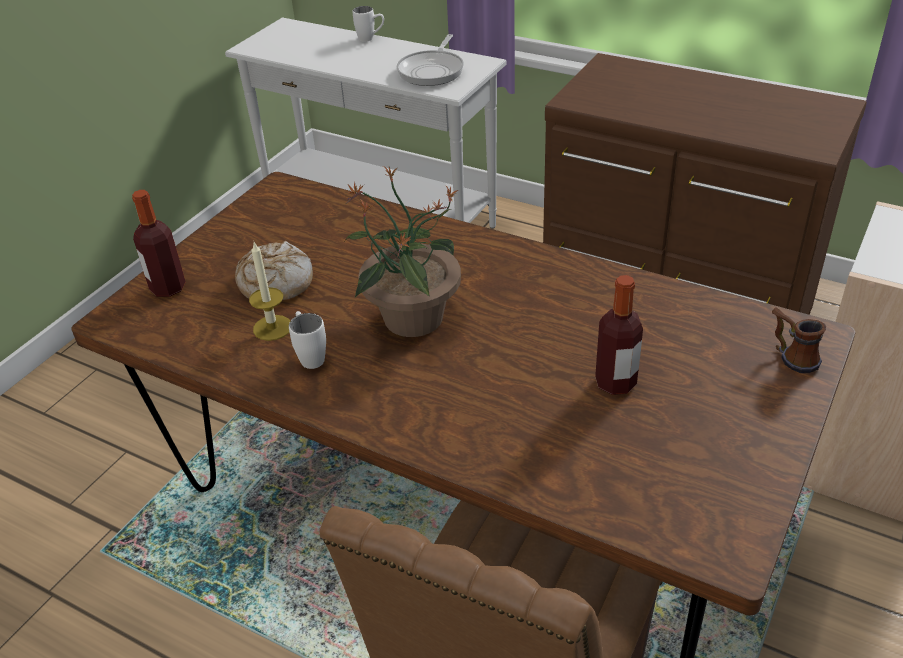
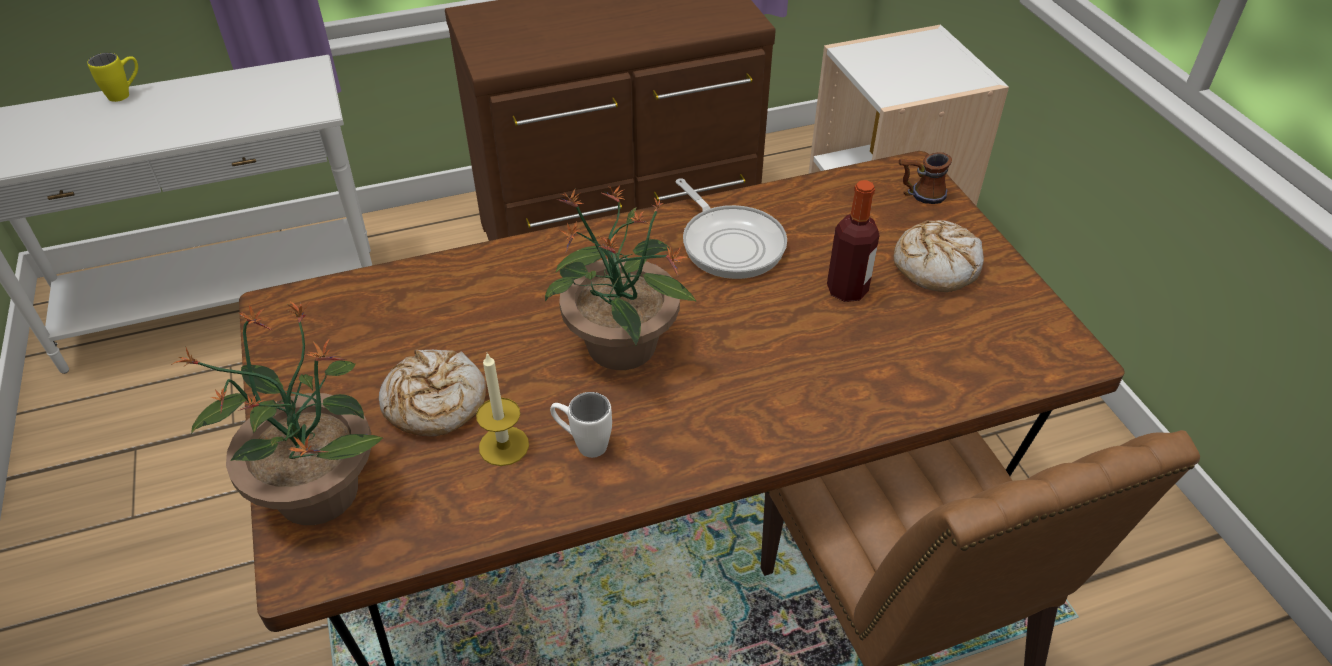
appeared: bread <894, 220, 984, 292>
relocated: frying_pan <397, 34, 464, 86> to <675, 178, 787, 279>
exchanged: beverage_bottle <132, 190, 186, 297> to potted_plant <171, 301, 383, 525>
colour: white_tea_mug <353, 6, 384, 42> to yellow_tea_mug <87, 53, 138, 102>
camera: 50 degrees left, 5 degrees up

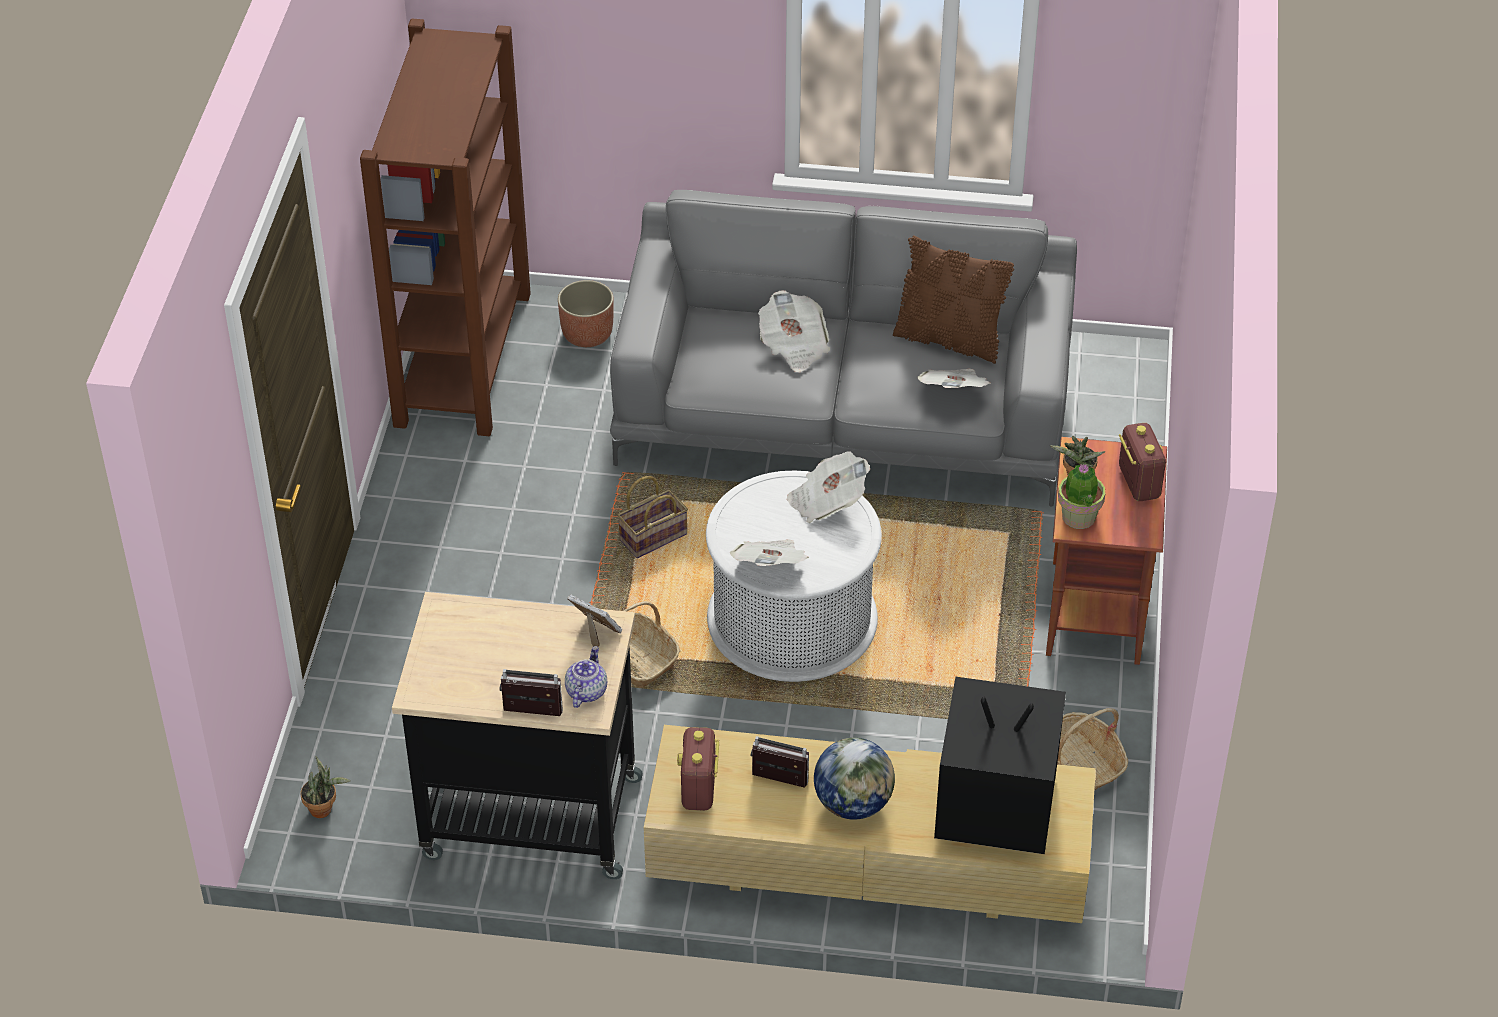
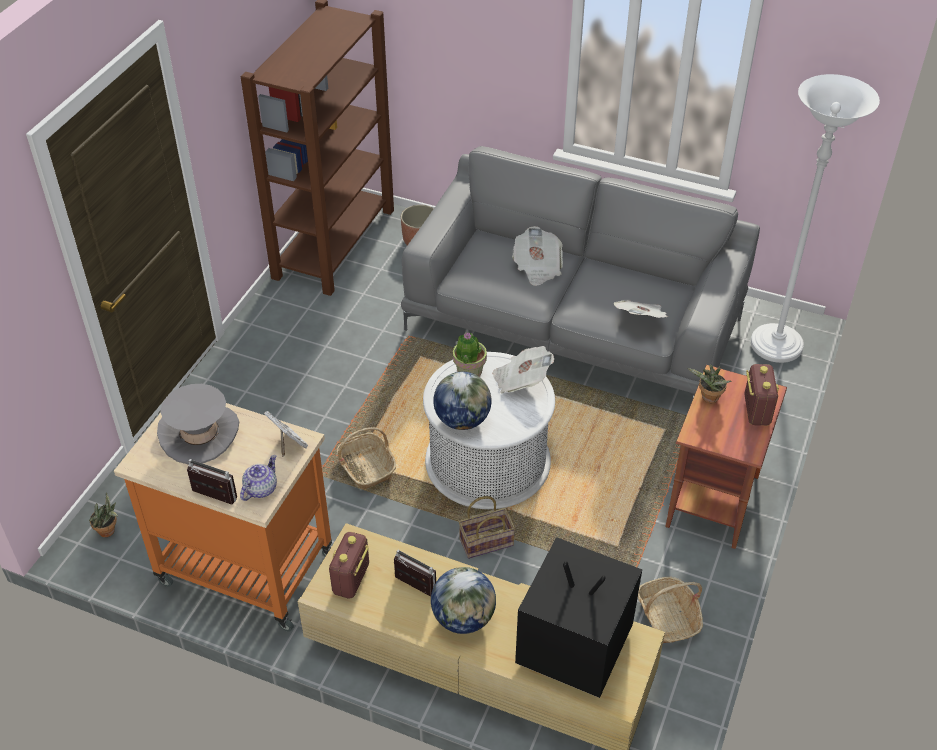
missing: brownish_cushion <893, 235, 1014, 364>
appeared: greyish_clothing_hat <157, 384, 239, 465>; white_floor_lamp <751, 74, 880, 363>
relocated: potted_plant <1058, 463, 1105, 529> to <453, 332, 487, 377>; storage_basket <617, 476, 688, 558> to <459, 496, 515, 559>
exchanged: newspaper <730, 539, 809, 566> to globe <433, 372, 492, 430>
colour: black_wheeled_cart <392, 592, 643, 879> to orange-coloured_wheeled_cart <114, 403, 332, 632>
camera: 15 degrees right, 0 degrees up

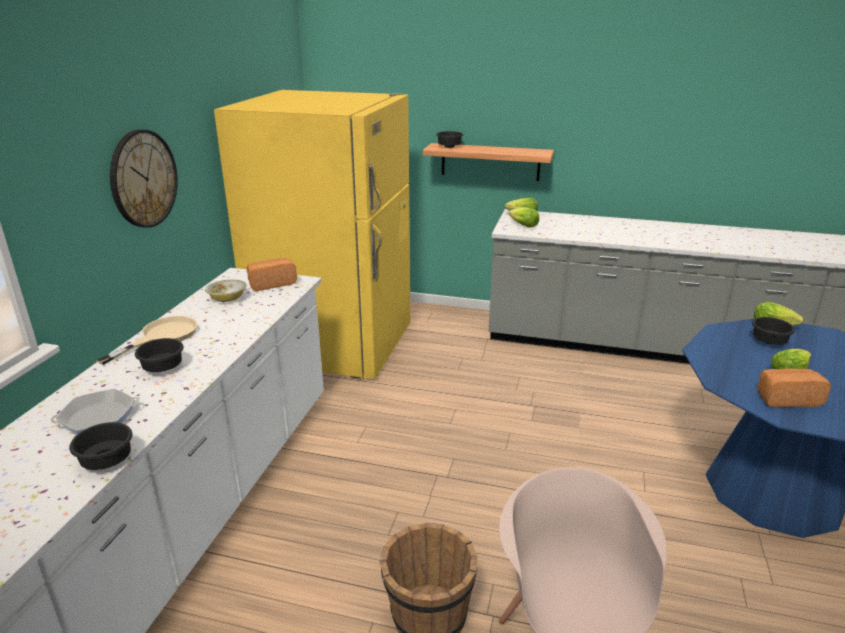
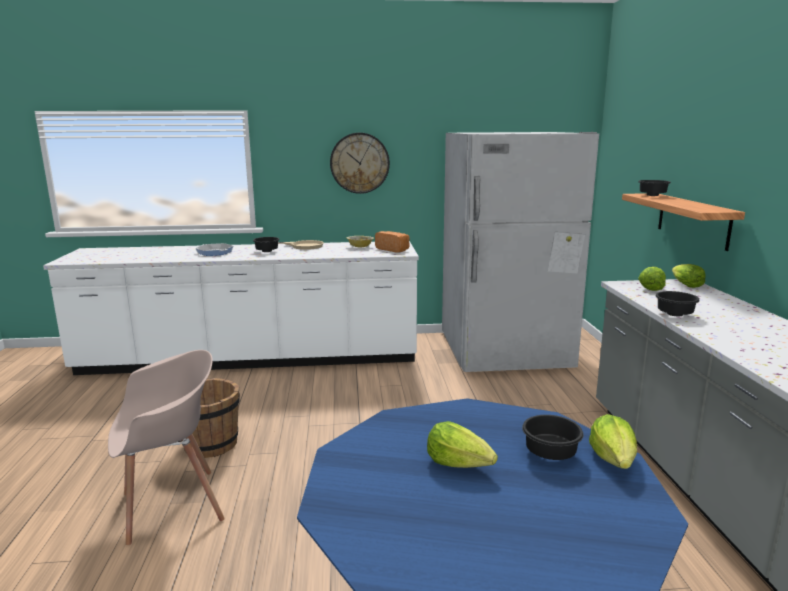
missing: bread <757, 368, 831, 407>
relocated: black_deep_dish <69, 422, 133, 470> to <656, 291, 700, 316>
colour: yellow_refrigerator <214, 90, 410, 379> to white_refrigerator <442, 132, 599, 372>
camera: 70 degrees right, 10 degrees down

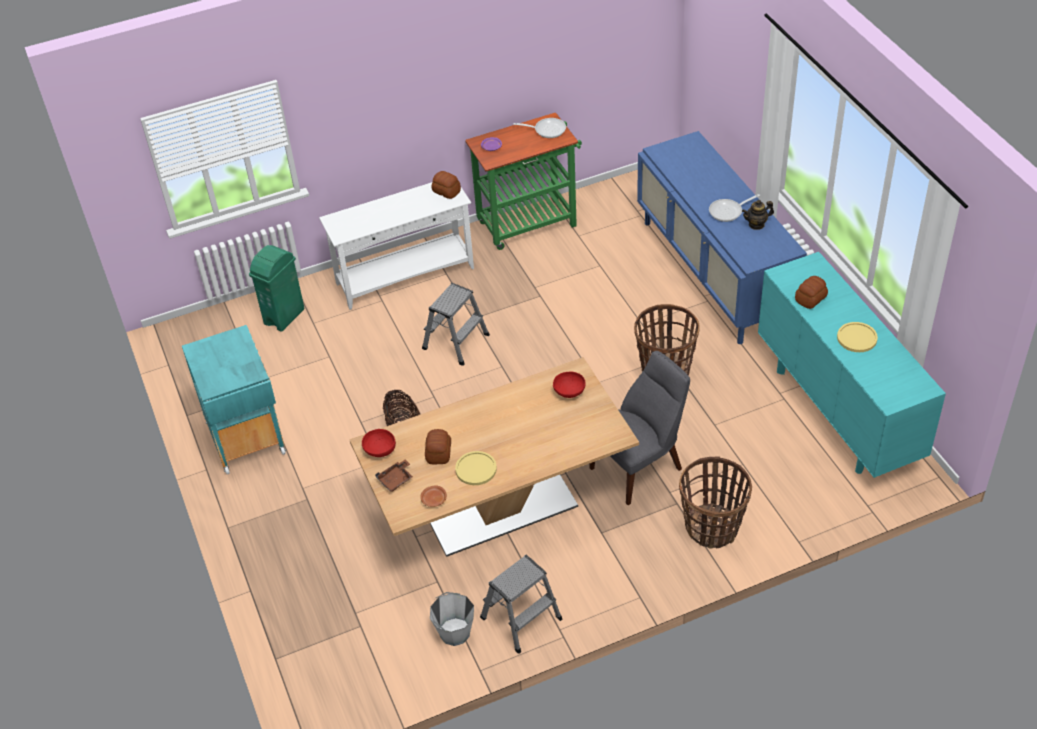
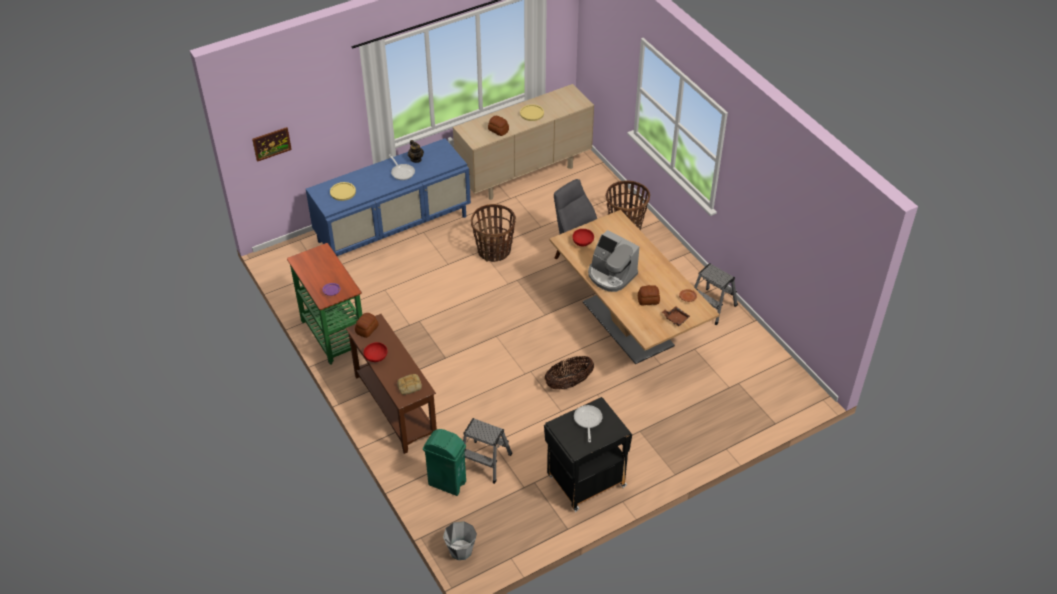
appeared: wall_picture <252, 127, 292, 162>; bread <397, 374, 422, 395>; coffee_maker <588, 230, 639, 292>
relocated: yellow_flat_dish <455, 451, 497, 485> to <330, 182, 356, 201>; reddish_deep_dish <362, 429, 396, 457> to <363, 342, 387, 362>; greyish_pail <430, 592, 474, 646> to <443, 521, 477, 560>; greyish_step_ladder <422, 283, 490, 366> to <463, 418, 512, 484>; frying_pan <513, 118, 566, 138> to <574, 405, 603, 442>
colour: white_hall_table <319, 182, 474, 310> to brownish_hall_table <346, 314, 437, 454>; turquoise_dresser <758, 252, 946, 478> to sand-coloured_dresser <453, 84, 594, 200>; turquoise_wheeled_cart <182, 325, 286, 475> to black_wheeled_cart <544, 397, 632, 512>
camera: 100 degrees left, 0 degrees up

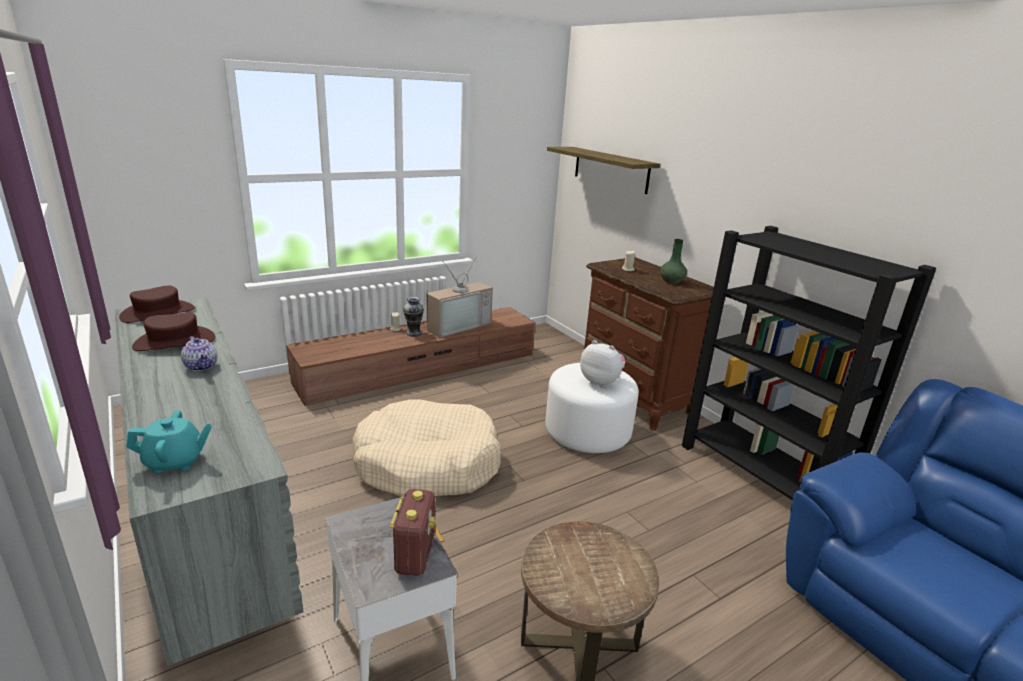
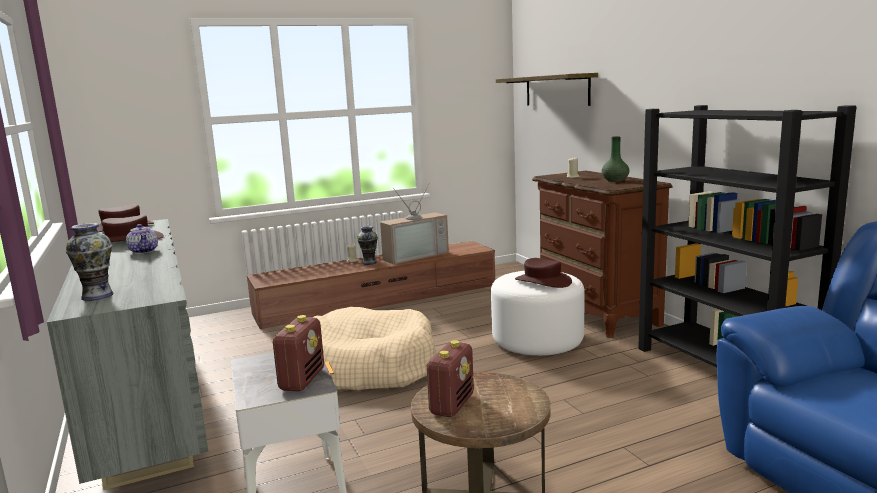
appeared: radio_set <425, 340, 474, 417>
exchanged: turquoise_tea_pot <127, 410, 212, 473> to vase <66, 223, 114, 301>; cuddly_toy <580, 340, 626, 388> to brownish_clothing_hat <515, 258, 572, 288>
camera: 10 degrees right, 10 degrees down

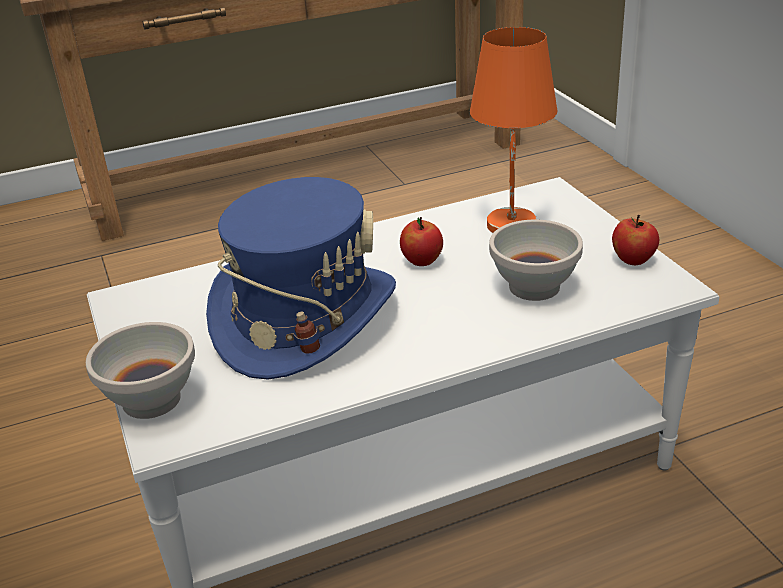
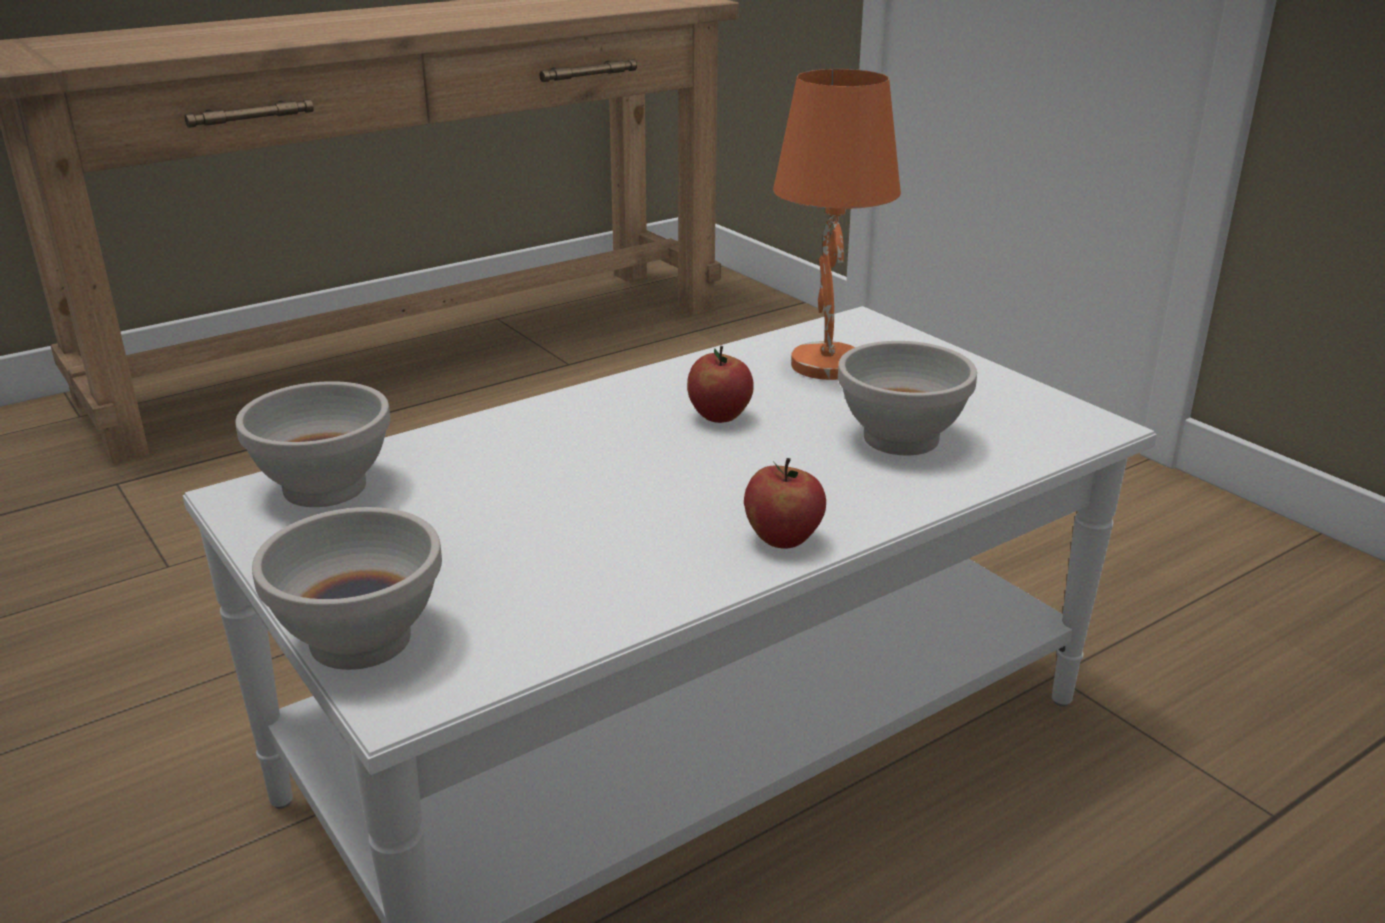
missing: blue-coloured_clothing_hat <206, 177, 396, 380>
appeared: white_deep_dish <235, 381, 391, 507>
relocated: apple <612, 215, 659, 265> to <744, 458, 826, 549>
camera: 15 degrees left, 5 degrees down

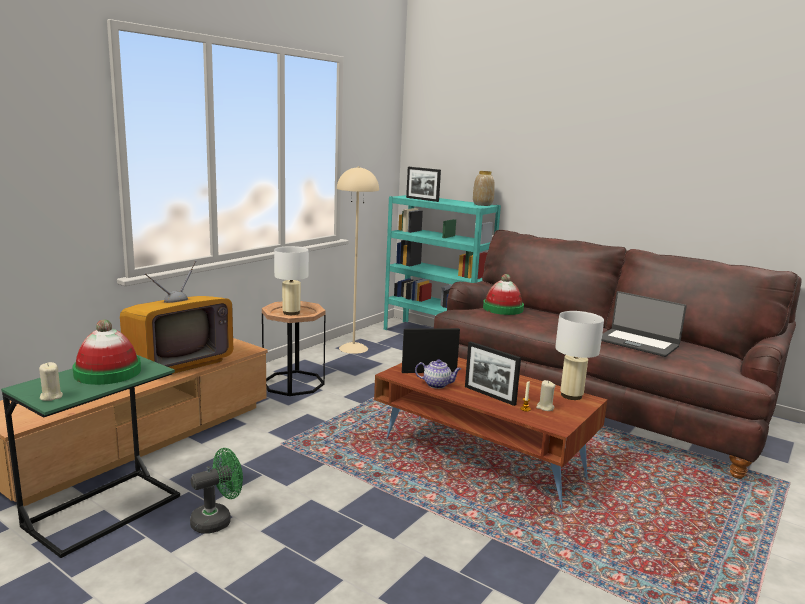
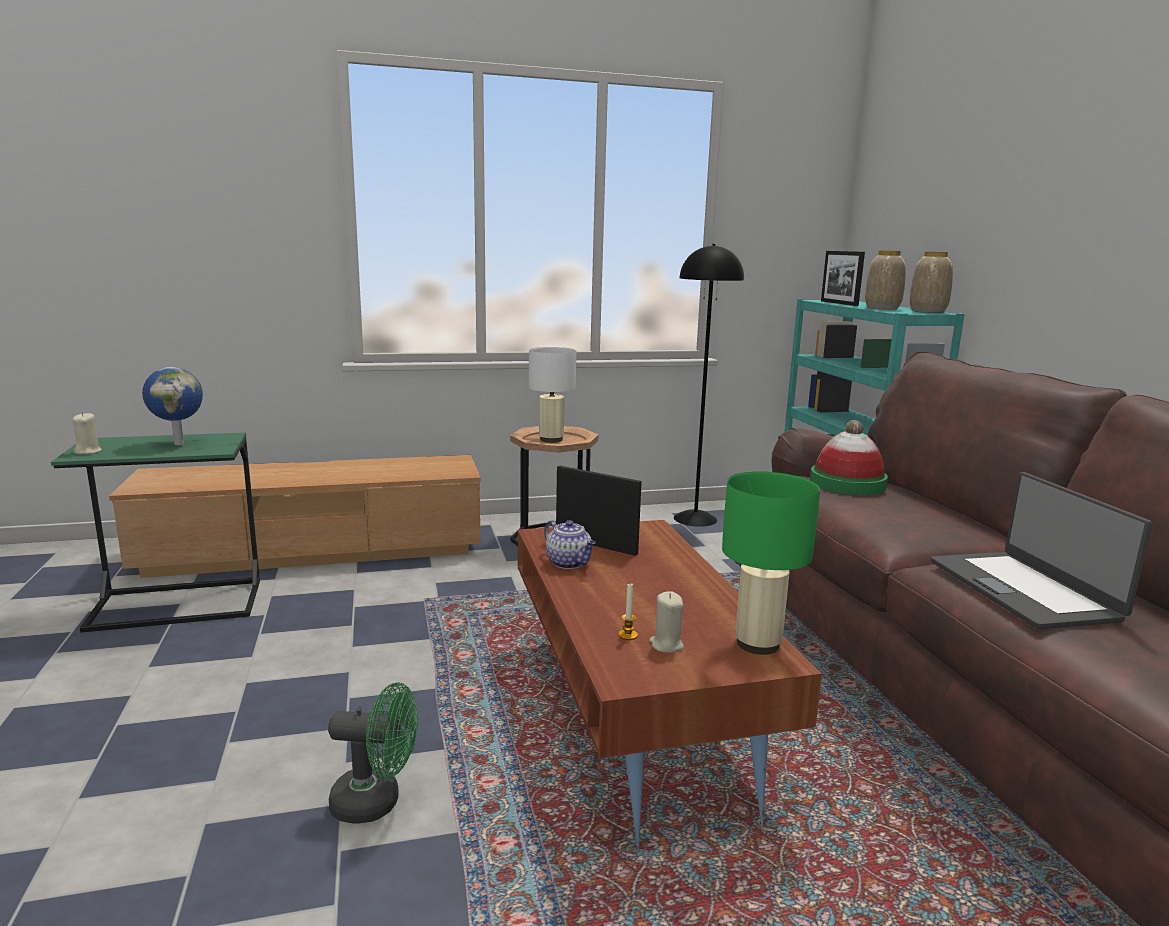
missing: TV <120, 260, 233, 374>; photo_frame <465, 341, 521, 406>
appeared: vase <865, 250, 906, 310>
relocated: greenish_fan <190, 448, 243, 534> to <328, 682, 418, 823>
exchanged: clothing_hat <73, 320, 141, 385> to globe <142, 367, 203, 445>
colour: sand-coloured_floor_lamp <337, 166, 379, 354> to black_floor_lamp <674, 244, 744, 527>; white_table_lamp <555, 311, 604, 400> to greenish_table_lamp <722, 472, 820, 655>
camera: 40 degrees right, 0 degrees up

